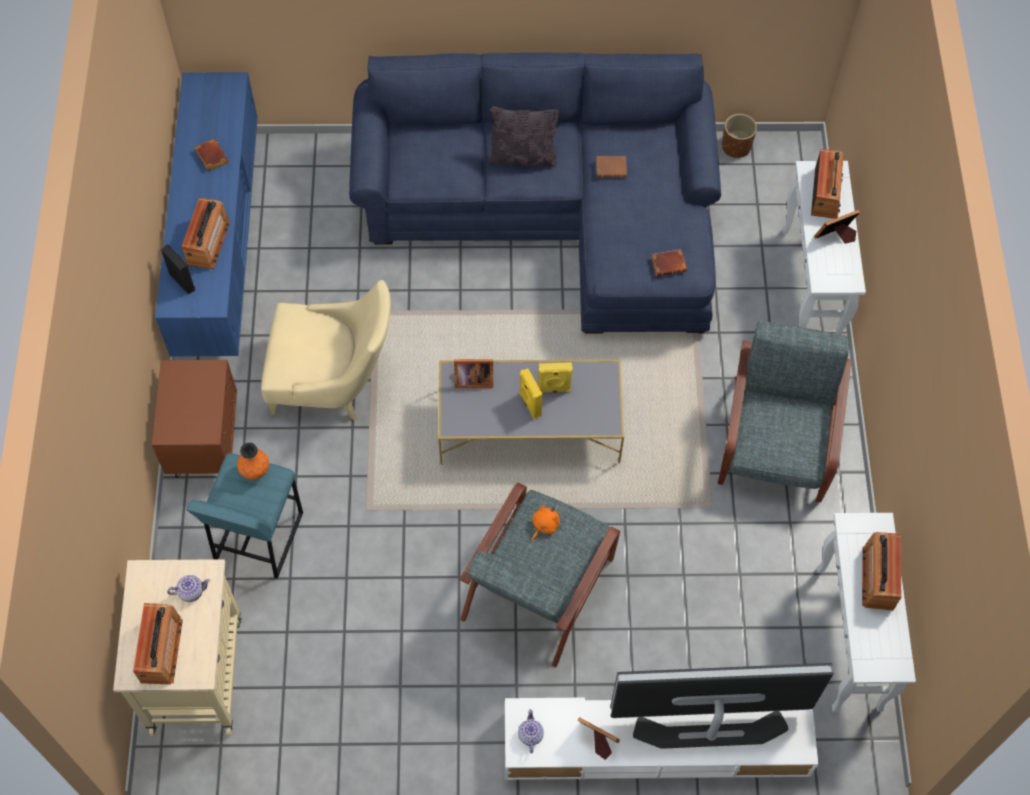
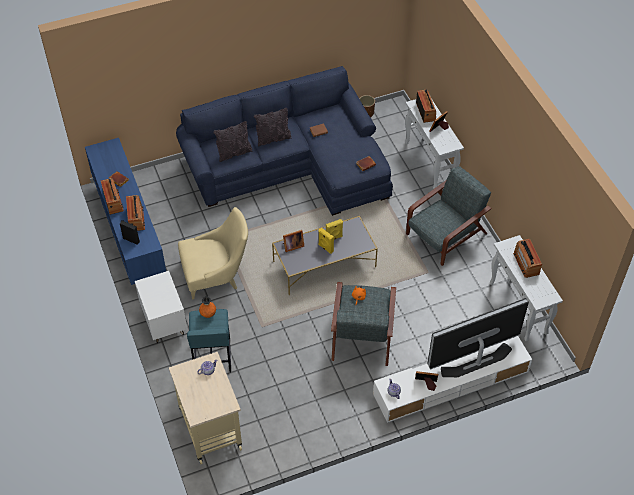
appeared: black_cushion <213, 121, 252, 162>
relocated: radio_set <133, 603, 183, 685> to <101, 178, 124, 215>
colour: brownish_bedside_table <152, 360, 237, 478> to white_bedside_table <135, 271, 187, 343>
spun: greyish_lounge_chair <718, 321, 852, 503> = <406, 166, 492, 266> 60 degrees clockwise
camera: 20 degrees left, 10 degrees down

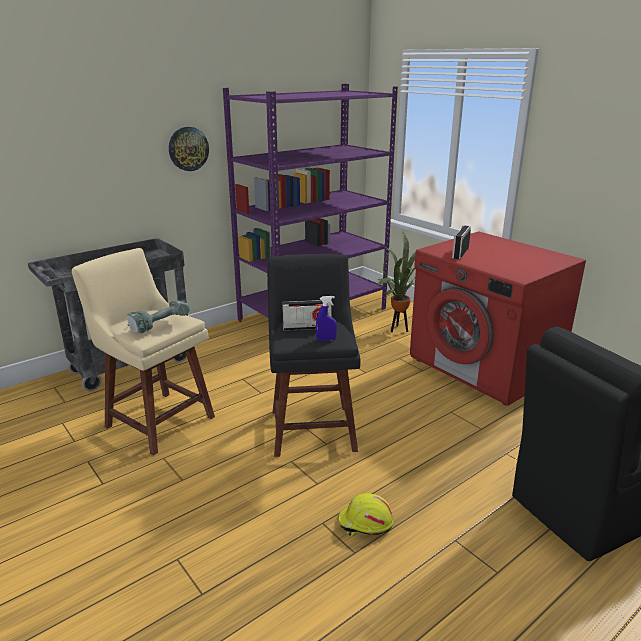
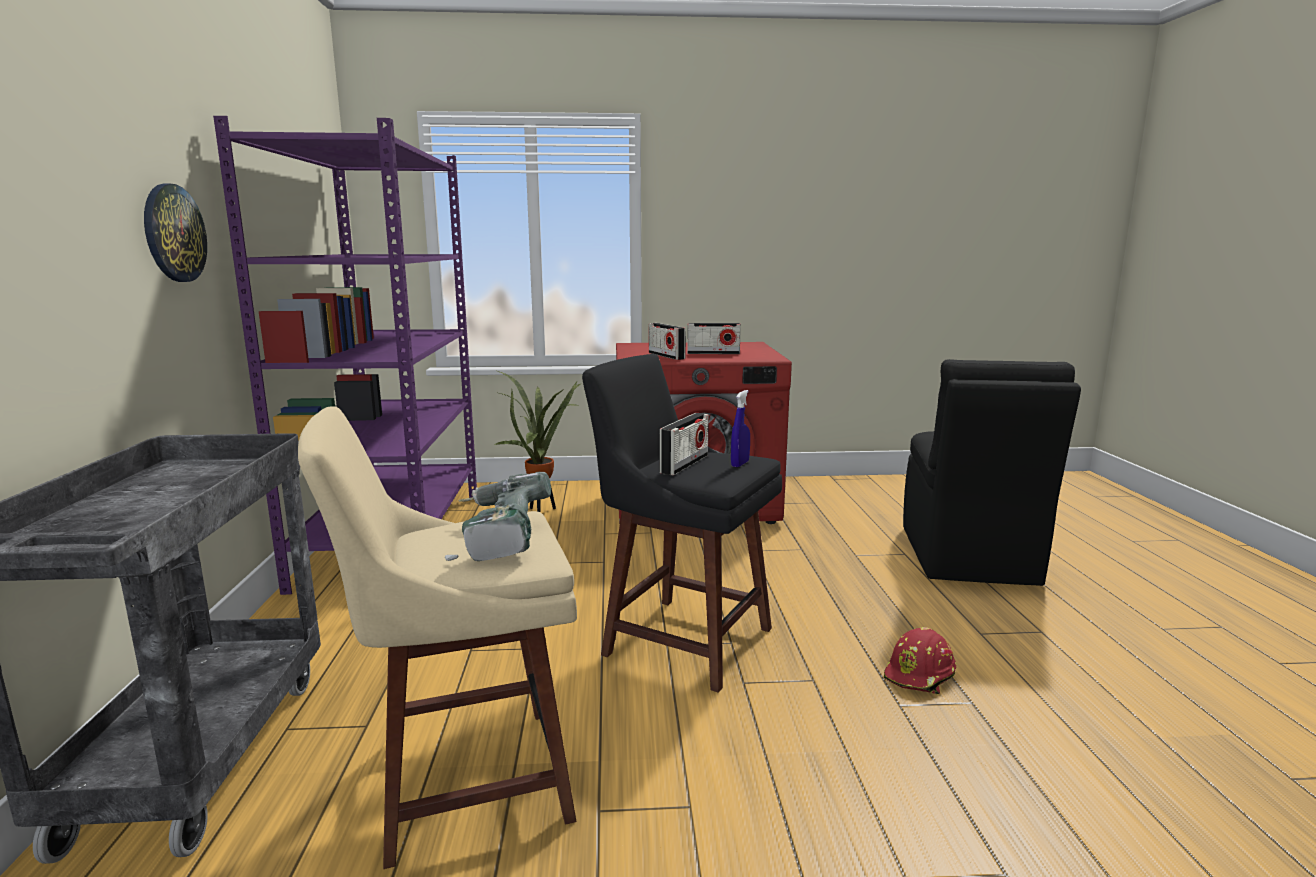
appeared: radio_set <687, 323, 741, 354>
colour: yellow_hard_hat <338, 493, 394, 536> to reddish_hard_hat <884, 627, 956, 694>
camera: 55 degrees left, 10 degrees down

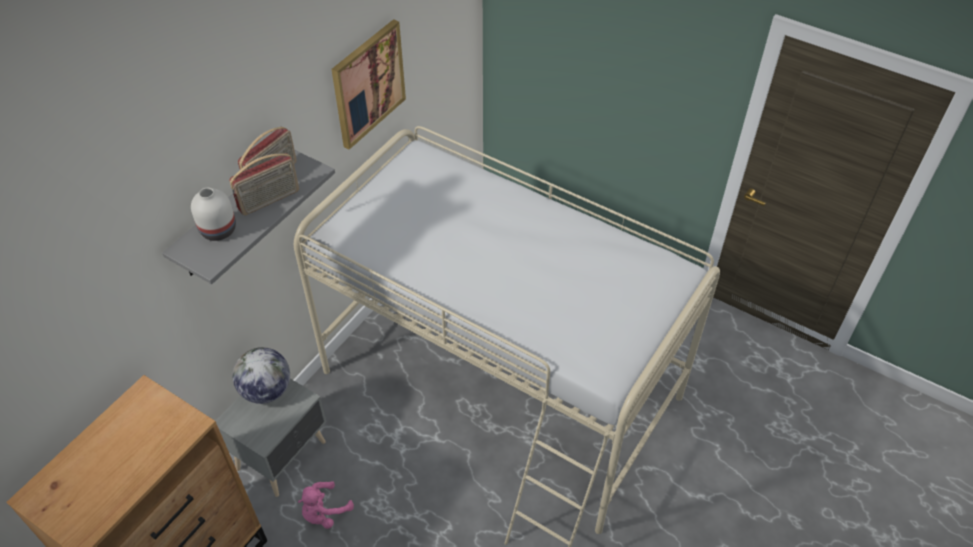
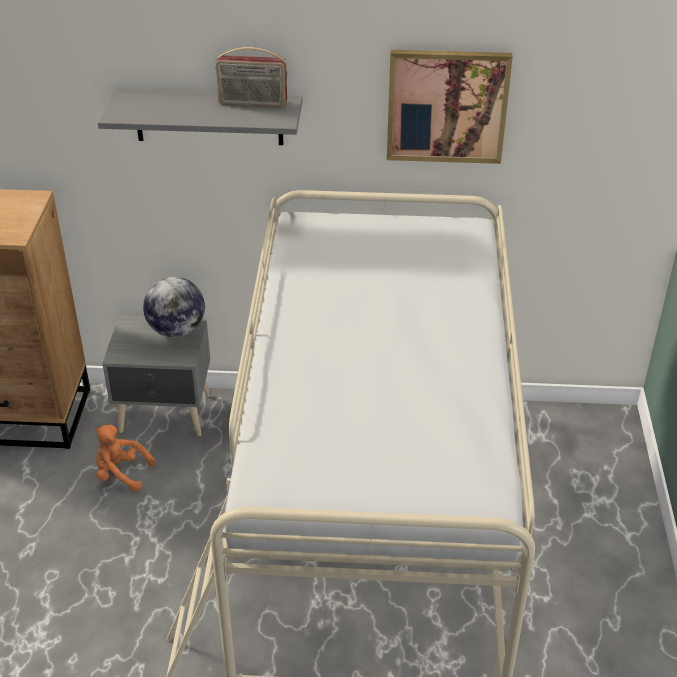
missing: white_vase <191, 188, 236, 241>; radio_set <229, 153, 299, 216>
colour: pinkish_cuddly_toy <298, 481, 354, 529> to orange-coloured_cuddly_toy <95, 425, 155, 492>
camera: 60 degrees right, 10 degrees down

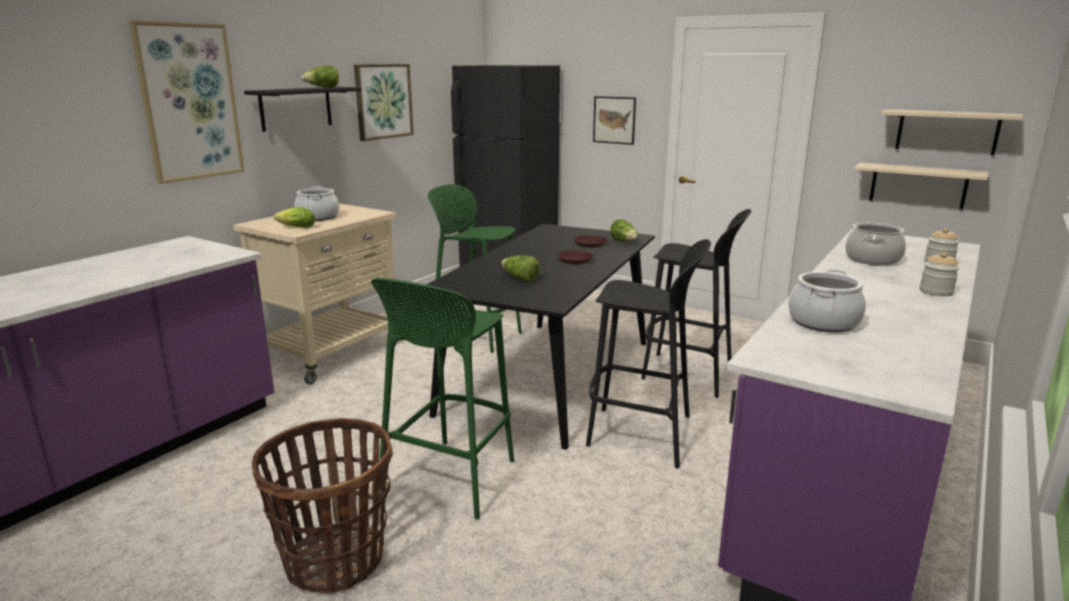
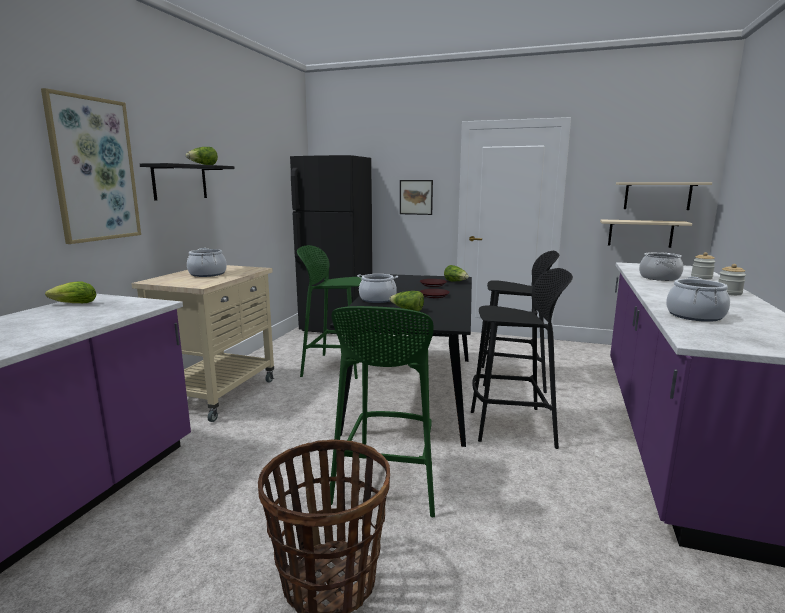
missing: wall_picture <354, 64, 414, 141>
appeared: stockpot <357, 274, 398, 303>
relocated: lettuce <274, 207, 315, 228> to <45, 281, 96, 303>
camera: 15 degrees left, 5 degrees down

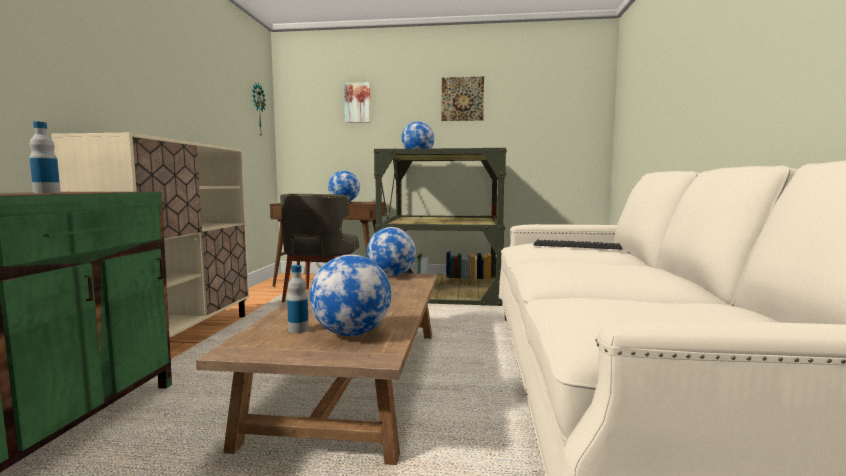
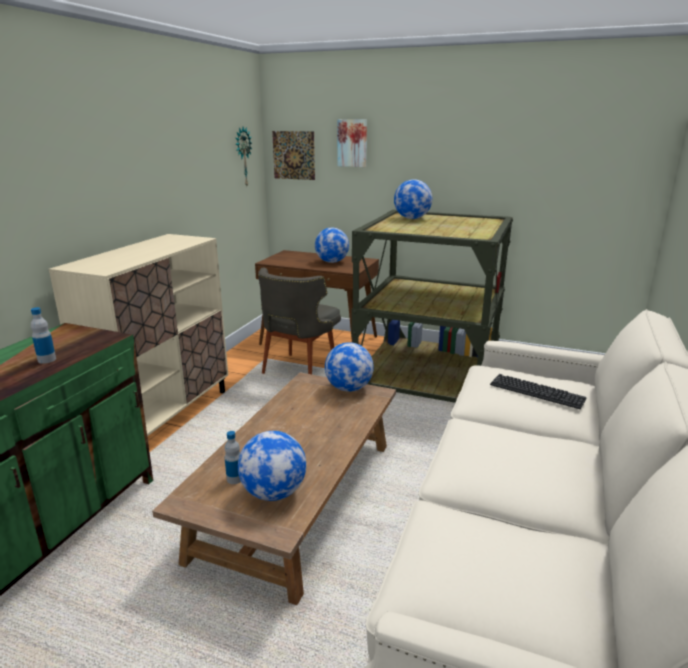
relocated: wall_picture <442, 77, 484, 121> to <272, 131, 315, 180>
camera: 15 degrees right, 15 degrees up

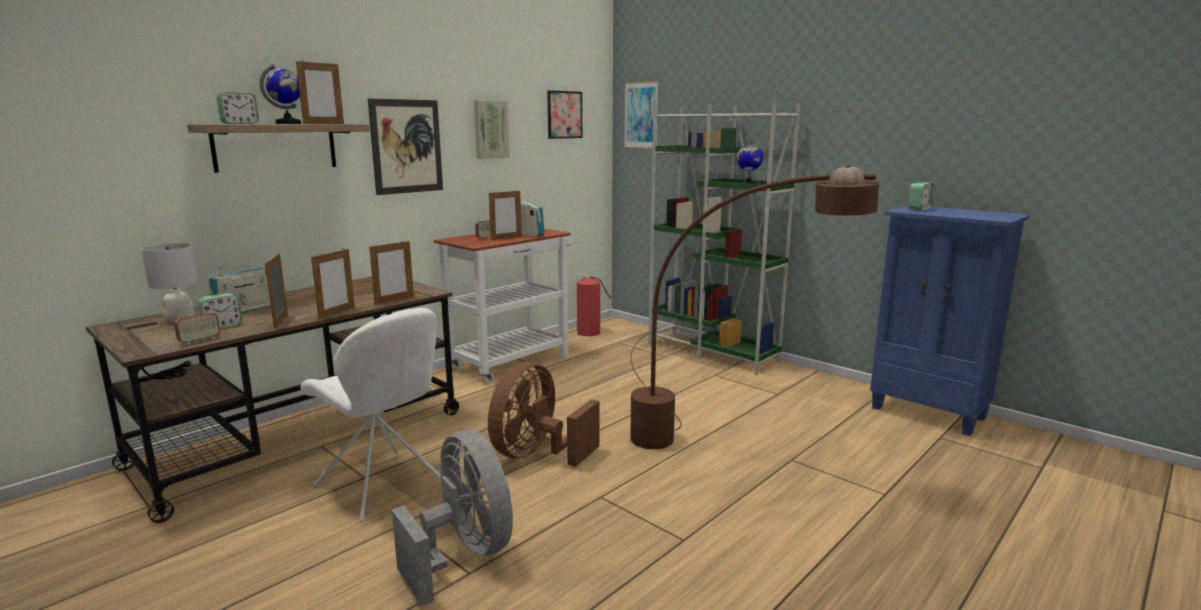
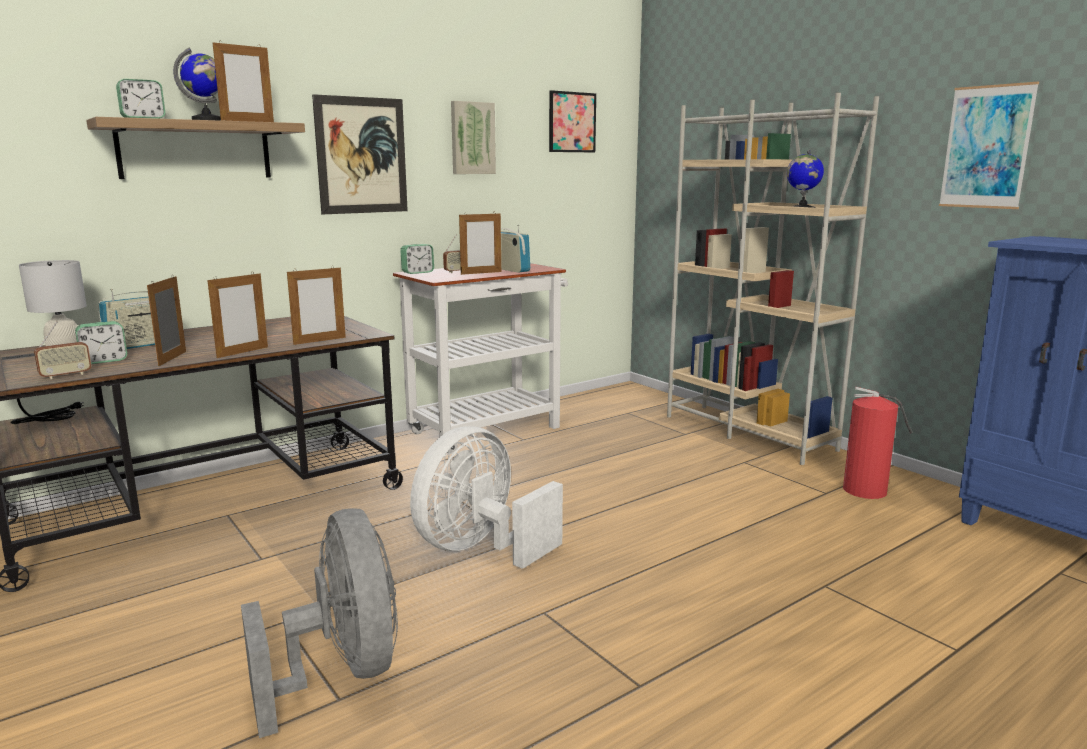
missing: white_upright_chair <301, 308, 441, 522>; brownish_floor_lamp <630, 166, 879, 449>
relocated: alarm_clock <908, 182, 934, 211> to <400, 244, 434, 274>; extinguisher <577, 273, 611, 336> to <843, 386, 913, 499>; wall_picture <624, 81, 658, 149> to <939, 82, 1039, 209>
colour: brownish_fan <488, 362, 599, 467> to white_fan <410, 426, 563, 569>; greenish_bookcase <648, 102, 801, 375> to sand-coloured_bookcase <667, 93, 879, 465>
camera: 10 degrees right, 0 degrees up

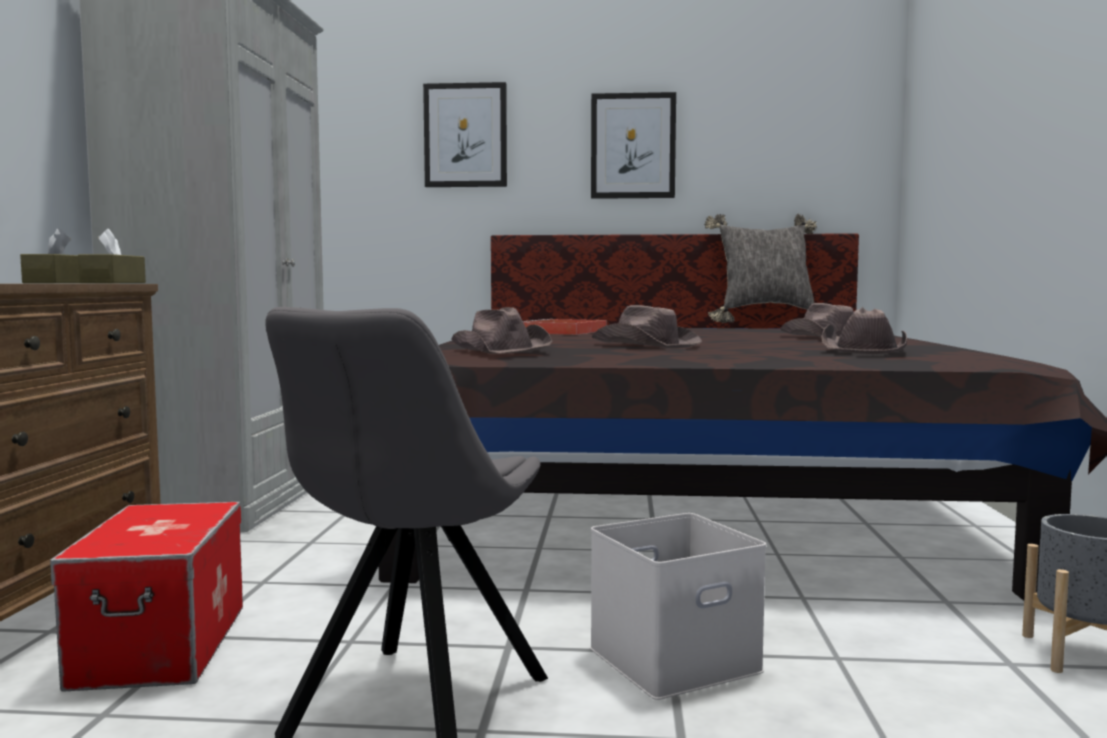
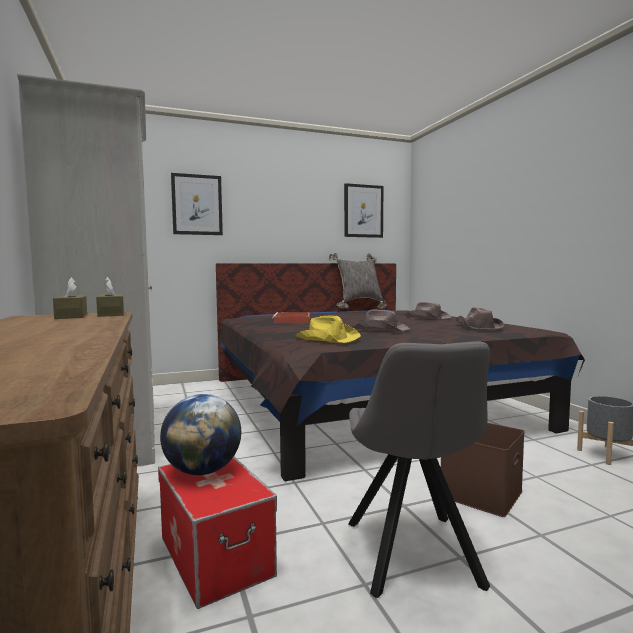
appeared: globe <160, 394, 241, 475>
relocated: wall_picture <591, 92, 676, 199> to <344, 183, 383, 238>
colour: brownish_clothing_hat <451, 307, 552, 354> to yellow_clothing_hat <296, 315, 361, 343>; white_storage_bin <590, 513, 766, 700> to brownish_storage_bin <441, 423, 525, 517>
camera: 25 degrees left, 0 degrees up

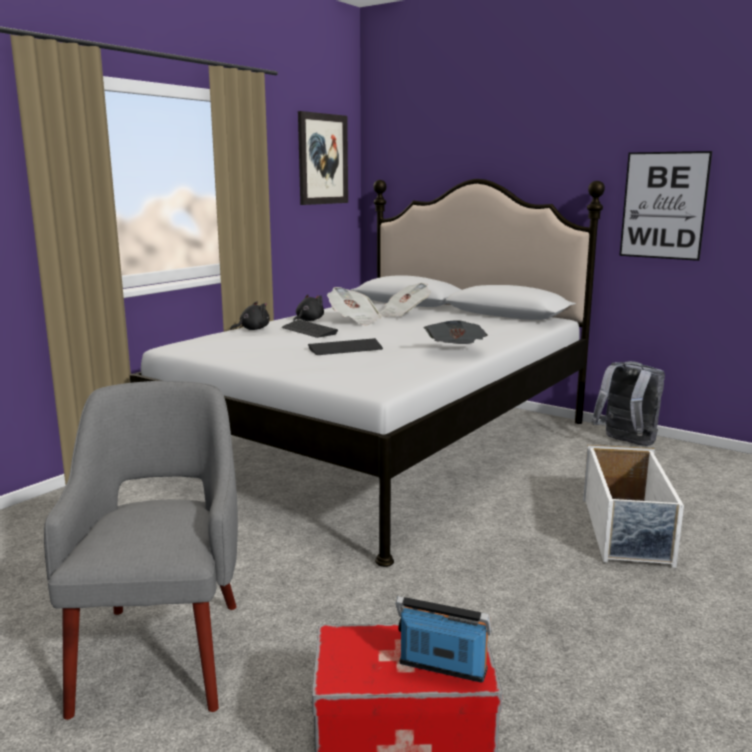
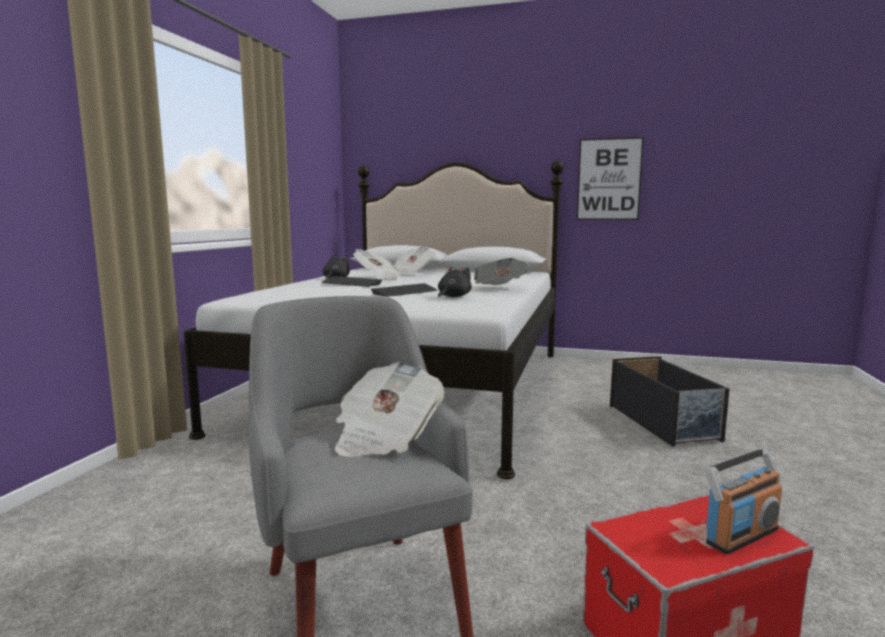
missing: wall_picture <298, 111, 348, 205>; greyish_knapsack <591, 361, 665, 446>
appeared: newspaper <335, 362, 444, 457>
relocated: black_cuddly_toy <230, 301, 270, 330> to <438, 267, 472, 298>
colour: white_storage_bin <583, 445, 684, 568> to black_storage_bin <610, 356, 730, 447>
spun: radio_set <395, 596, 492, 683> = <705, 449, 782, 554> 150 degrees clockwise
camera: 20 degrees left, 5 degrees down

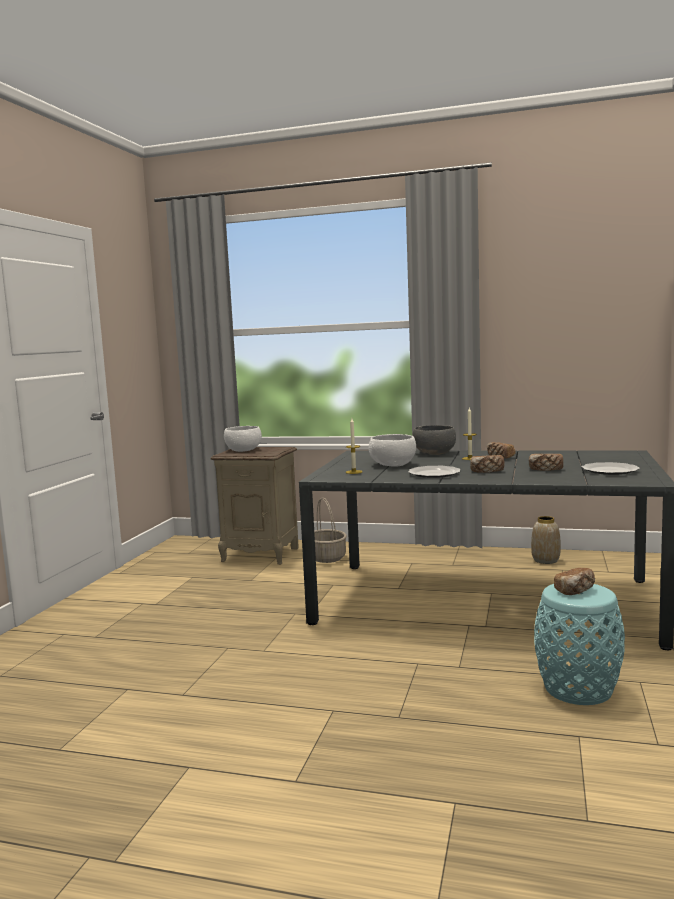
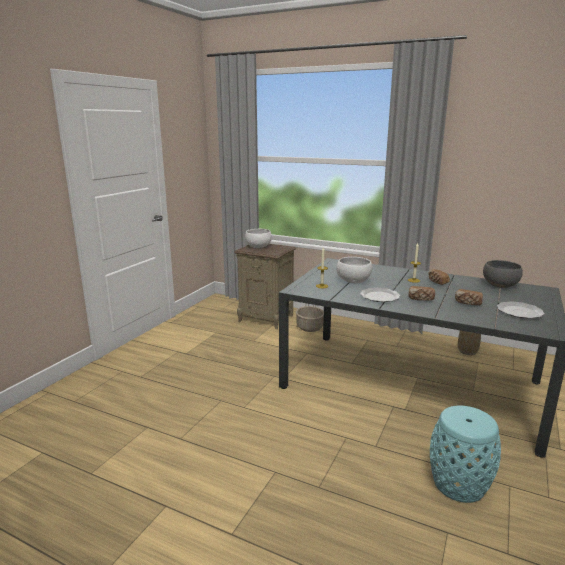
missing: bread <554, 568, 595, 595>
relocated: greyish_deep_dish <412, 425, 456, 455> to <483, 260, 523, 288>
camera: 10 degrees right, 10 degrees up

